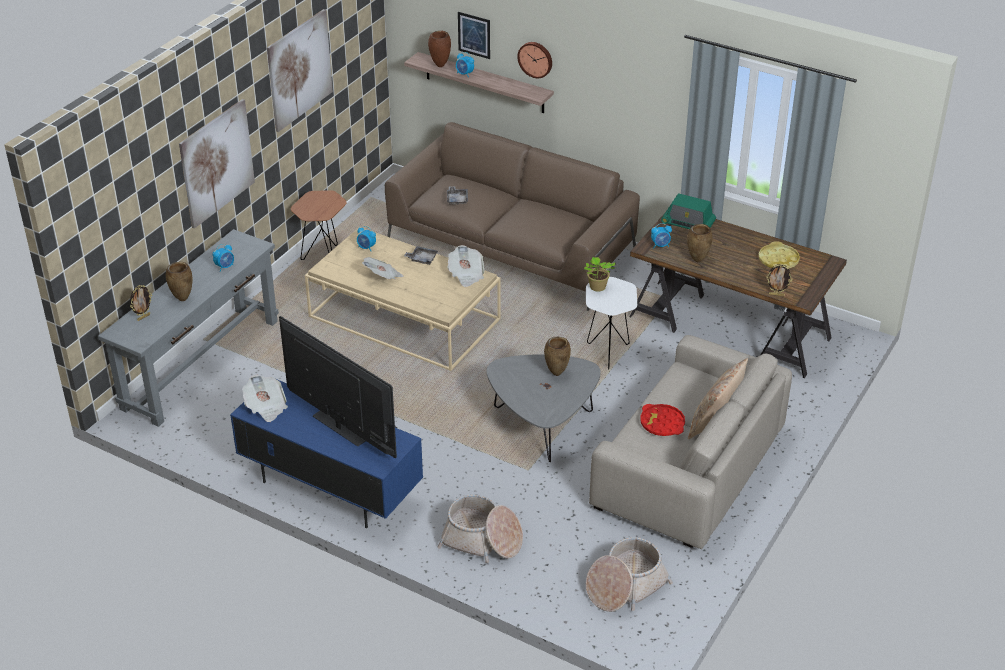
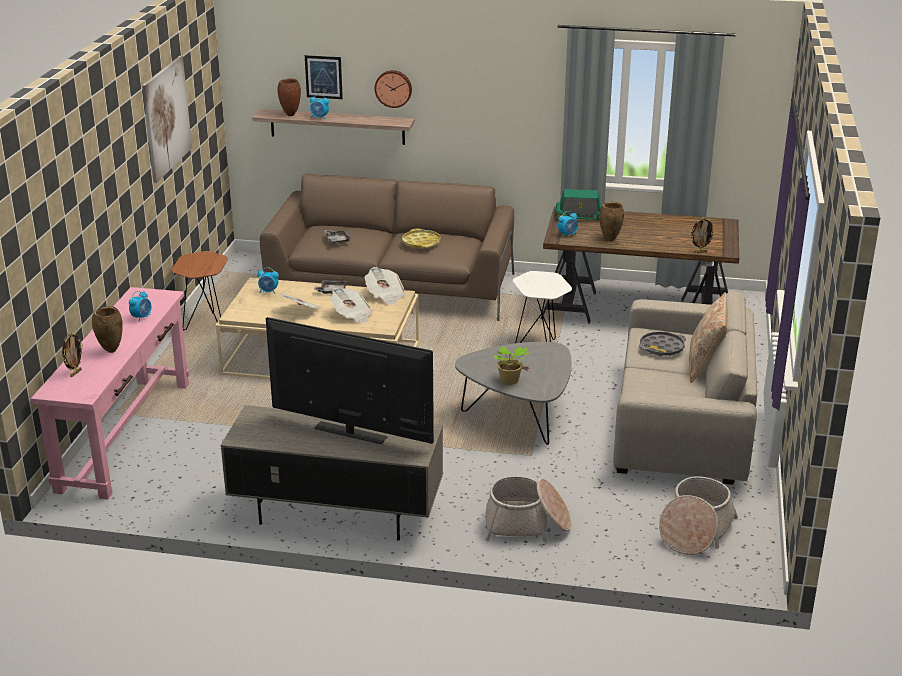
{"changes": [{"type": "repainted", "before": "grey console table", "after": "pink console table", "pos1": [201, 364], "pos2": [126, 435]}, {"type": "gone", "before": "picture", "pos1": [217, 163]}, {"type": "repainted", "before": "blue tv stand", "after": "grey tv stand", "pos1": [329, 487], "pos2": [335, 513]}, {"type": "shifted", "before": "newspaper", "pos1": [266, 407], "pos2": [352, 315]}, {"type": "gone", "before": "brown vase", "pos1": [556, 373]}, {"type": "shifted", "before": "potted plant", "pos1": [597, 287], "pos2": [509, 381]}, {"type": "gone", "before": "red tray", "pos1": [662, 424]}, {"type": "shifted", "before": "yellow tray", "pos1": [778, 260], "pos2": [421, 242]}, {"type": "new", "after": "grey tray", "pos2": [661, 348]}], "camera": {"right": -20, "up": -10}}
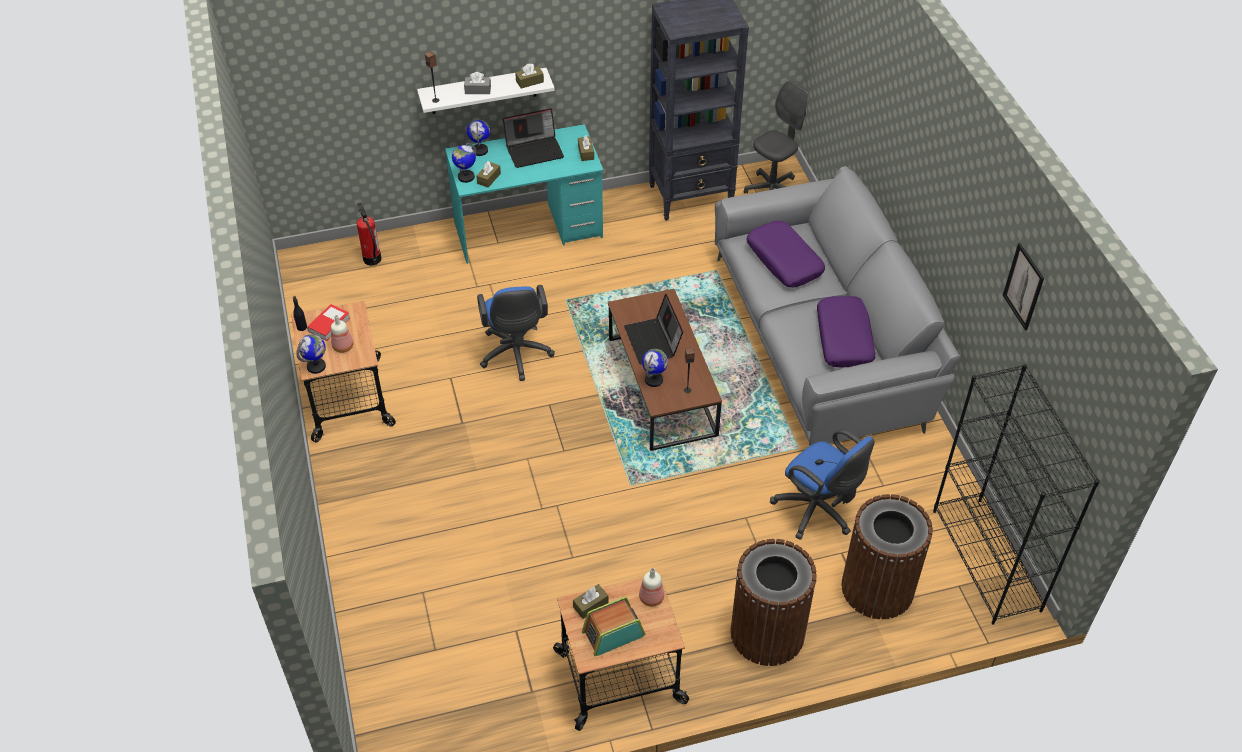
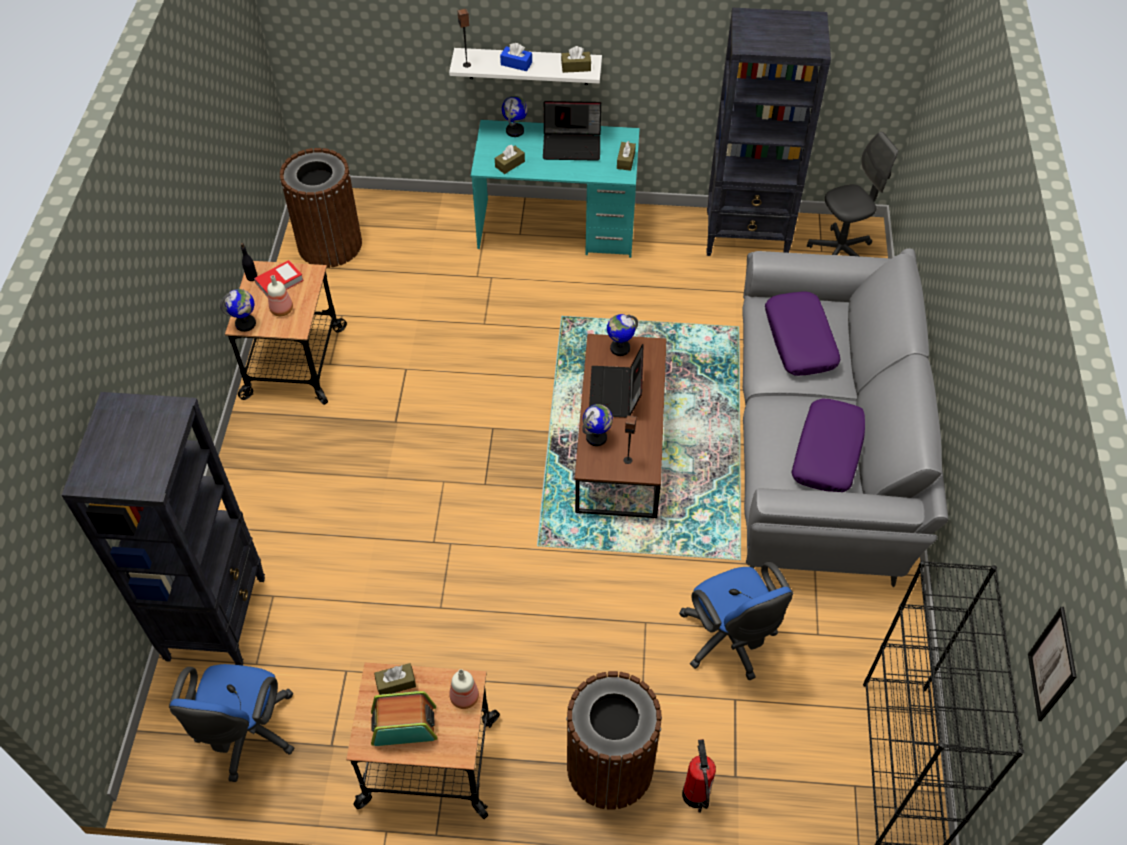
{"changes": [{"type": "shifted", "before": "fire extinguisher", "pos1": [372, 259], "pos2": [695, 795]}, {"type": "shifted", "before": "globe", "pos1": [466, 177], "pos2": [619, 348]}, {"type": "repainted", "before": "grey tissue box", "after": "blue tissue box", "pos1": [478, 90], "pos2": [516, 64]}, {"type": "shifted", "before": "blue office chair", "pos1": [516, 356], "pos2": [246, 736]}, {"type": "shifted", "before": "brown trash can", "pos1": [877, 588], "pos2": [330, 244]}, {"type": "shifted", "before": "picture", "pos1": [1023, 286], "pos2": [1052, 665]}, {"type": "new", "after": "black bookcase", "pos2": [217, 617]}], "camera": {"right": 20, "up": 5}}
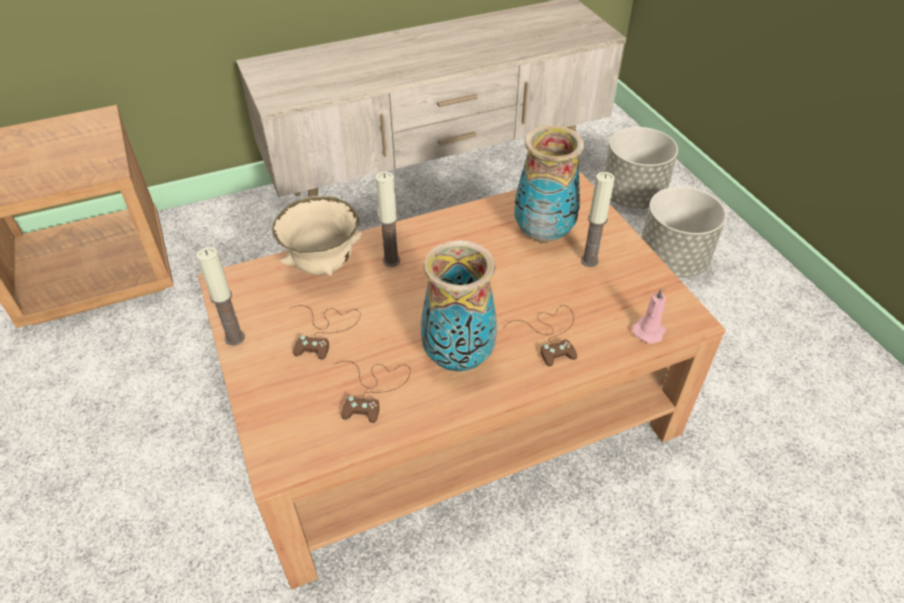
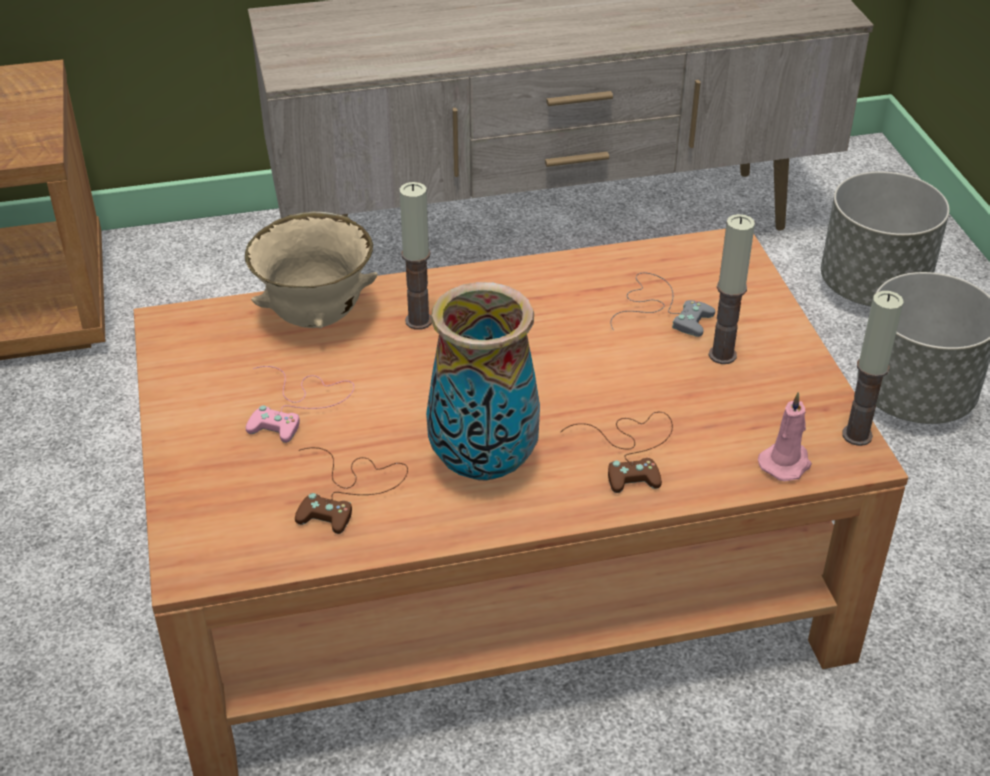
{"changes": [{"type": "shifted", "before": "candle", "pos1": [234, 338], "pos2": [857, 435]}, {"type": "repainted", "before": "brown game controller", "after": "pink game controller", "pos1": [325, 330], "pos2": [299, 405]}, {"type": "swapped", "before": "vase", "after": "grey game controller", "pos1": [542, 233], "pos2": [660, 308]}], "camera": {"right": 10, "up": -5}}
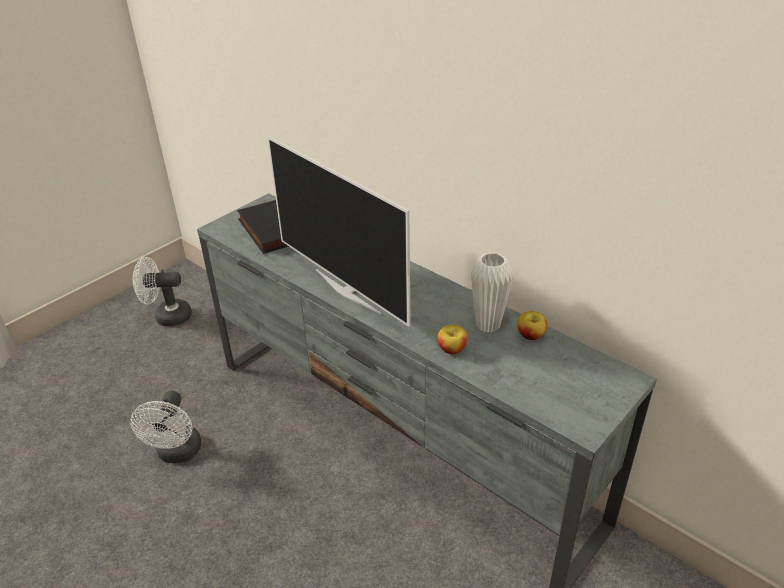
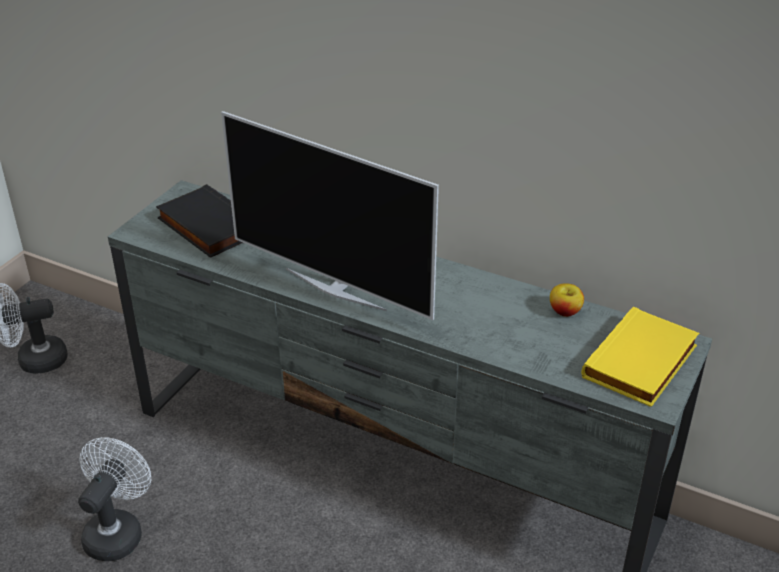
{"changes": [{"type": "rotated", "before": "white fan", "pos1": [178, 453], "pos2": [117, 531], "turn": -150}, {"type": "gone", "before": "apple", "pos1": [452, 349]}, {"type": "gone", "before": "white vase", "pos1": [488, 325]}, {"type": "new", "after": "yellow book", "pos2": [642, 363]}], "camera": {"right": -15, "up": 0}}
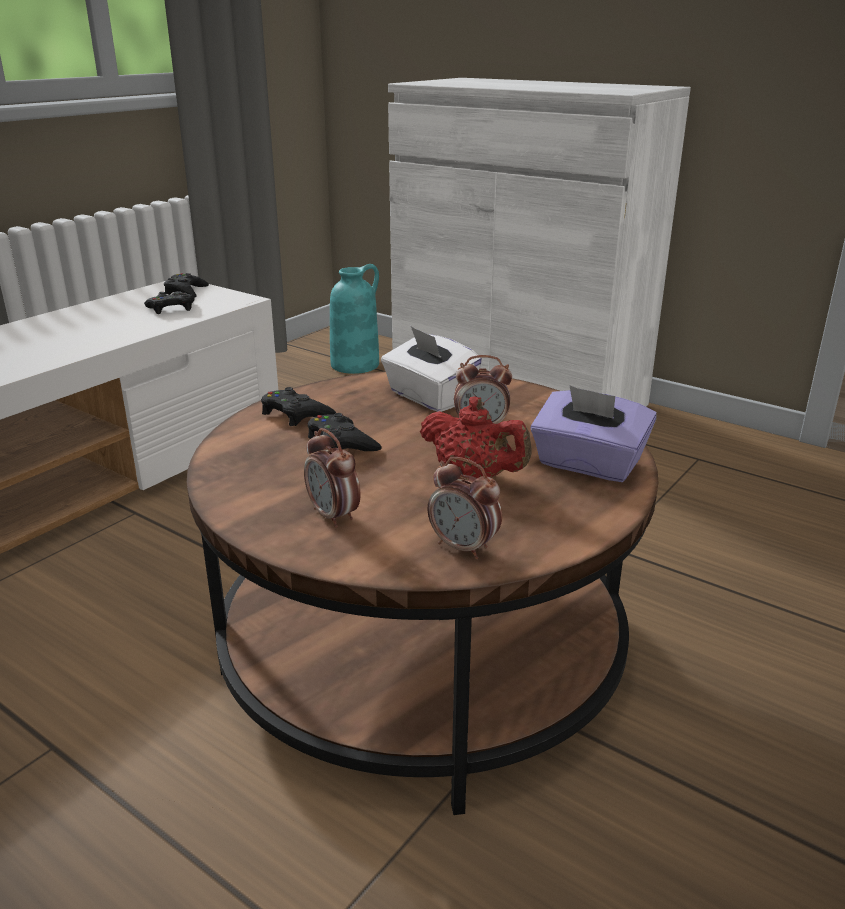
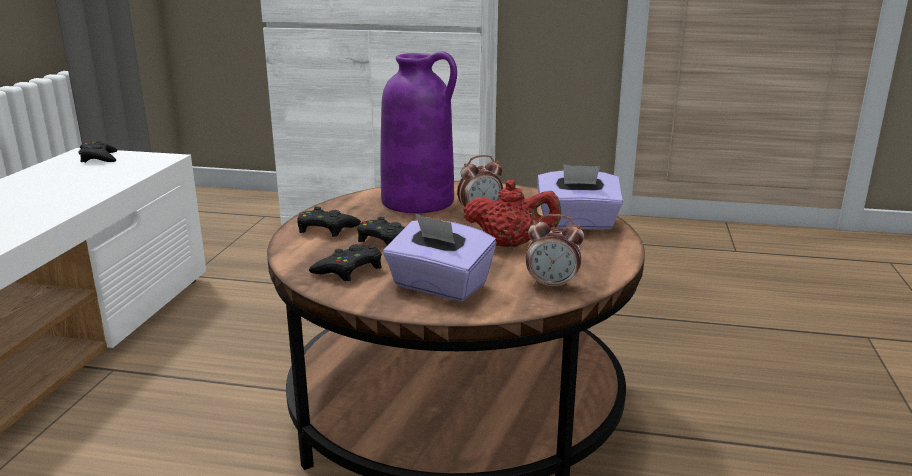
{"changes": [{"type": "shifted", "before": "black game controller", "pos1": [171, 309], "pos2": [349, 269]}, {"type": "swapped", "before": "alarm clock", "after": "purple tissue box", "pos1": [334, 516], "pos2": [439, 286]}, {"type": "gone", "before": "turquoise vase", "pos1": [355, 365]}, {"type": "swapped", "before": "white tissue box", "after": "purple vase", "pos1": [429, 397], "pos2": [419, 201]}], "camera": {"right": -25, "up": -5}}
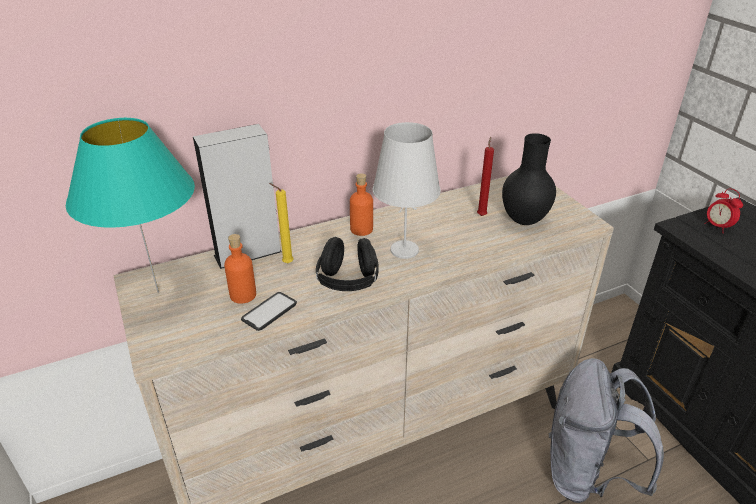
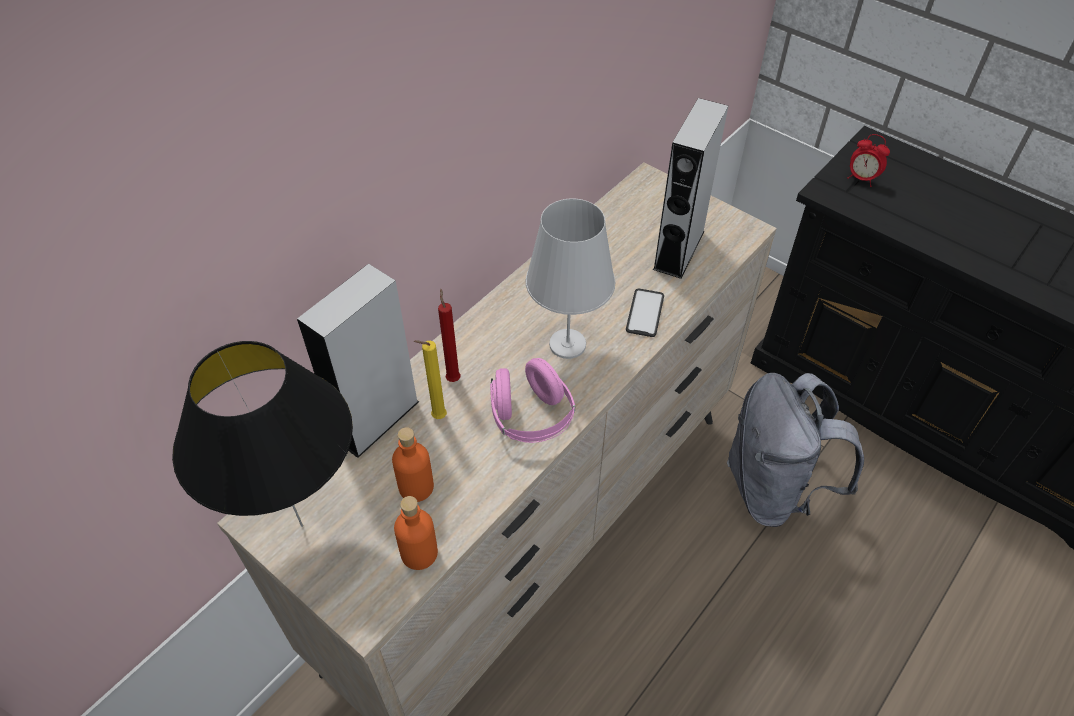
{"changes": [{"type": "repainted", "before": "turquoise table lamp", "after": "black table lamp", "pos1": [158, 292], "pos2": [302, 525]}, {"type": "shifted", "before": "phone", "pos1": [269, 311], "pos2": [645, 313]}, {"type": "repainted", "before": "black headphones", "after": "pink headphones", "pos1": [348, 281], "pos2": [531, 417]}, {"type": "shifted", "before": "orange bottle", "pos1": [361, 229], "pos2": [419, 553]}, {"type": "shifted", "before": "red candle", "pos1": [481, 215], "pos2": [453, 378]}, {"type": "swapped", "before": "black vase", "after": "grey speaker", "pos1": [525, 221], "pos2": [679, 250]}], "camera": {"right": -25, "up": 15}}
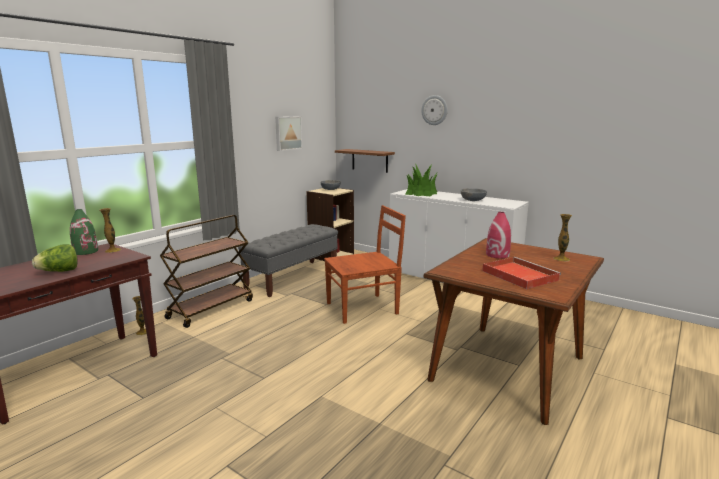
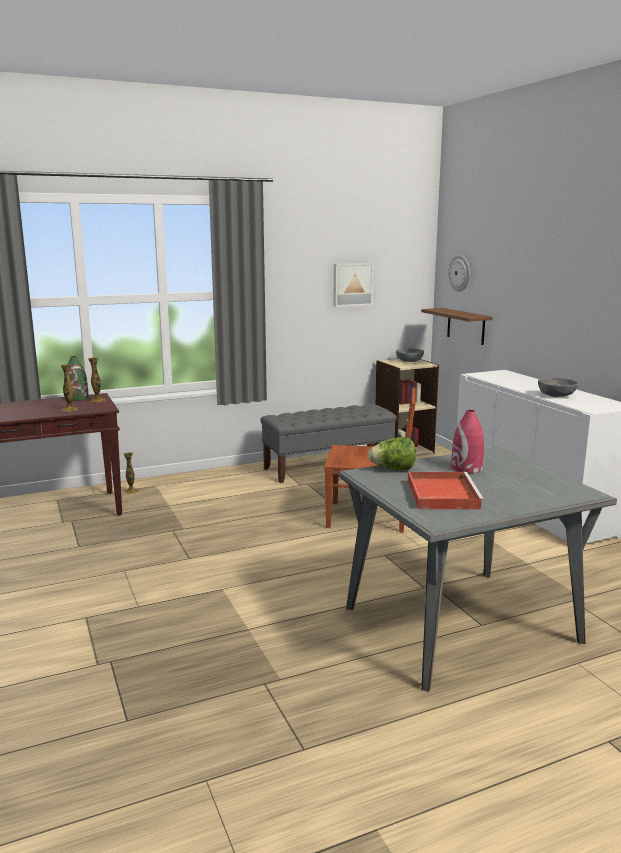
{"changes": [{"type": "shifted", "before": "lettuce", "pos1": [59, 271], "pos2": [393, 469]}, {"type": "gone", "before": "brown cart", "pos1": [211, 309]}, {"type": "gone", "before": "potted plant", "pos1": [421, 193]}, {"type": "shifted", "before": "wall clock", "pos1": [434, 110], "pos2": [460, 273]}, {"type": "repainted", "before": "brown dining table", "after": "grey dining table", "pos1": [508, 368], "pos2": [461, 624]}, {"type": "shifted", "before": "vase", "pos1": [561, 259], "pos2": [69, 409]}], "camera": {"right": 30, "up": 0}}
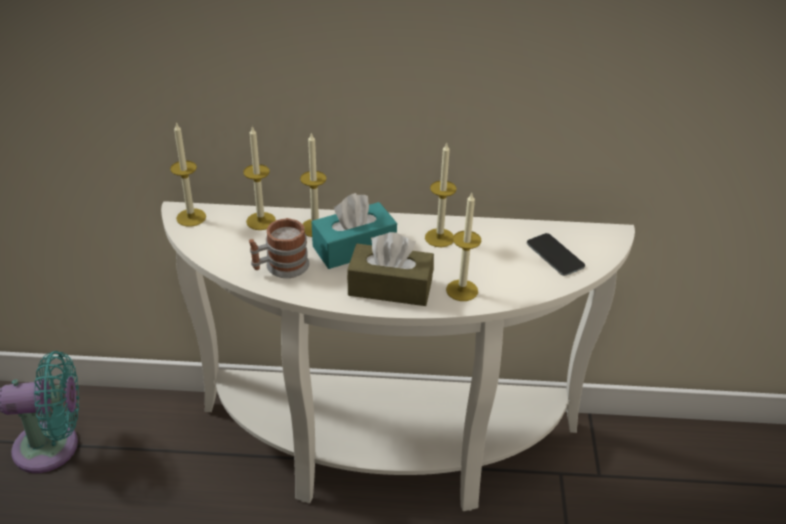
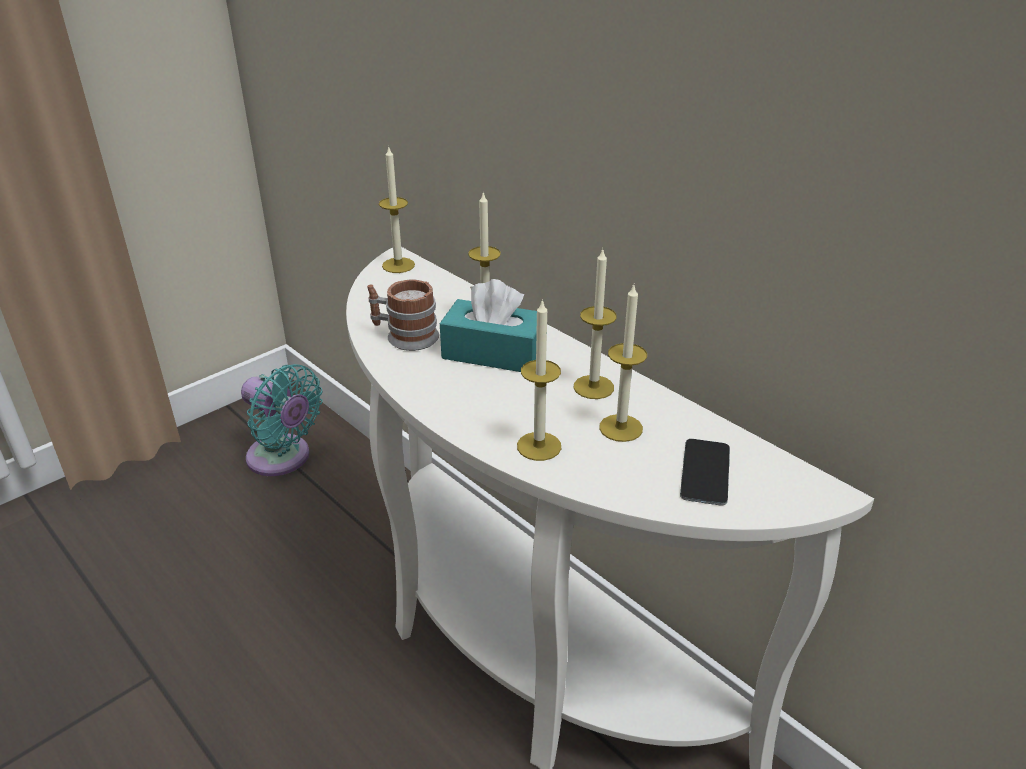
{"changes": [{"type": "shifted", "before": "candle", "pos1": [261, 221], "pos2": [621, 428]}, {"type": "gone", "before": "brown tissue box", "pos1": [390, 287]}], "camera": {"right": 45, "up": -5}}
